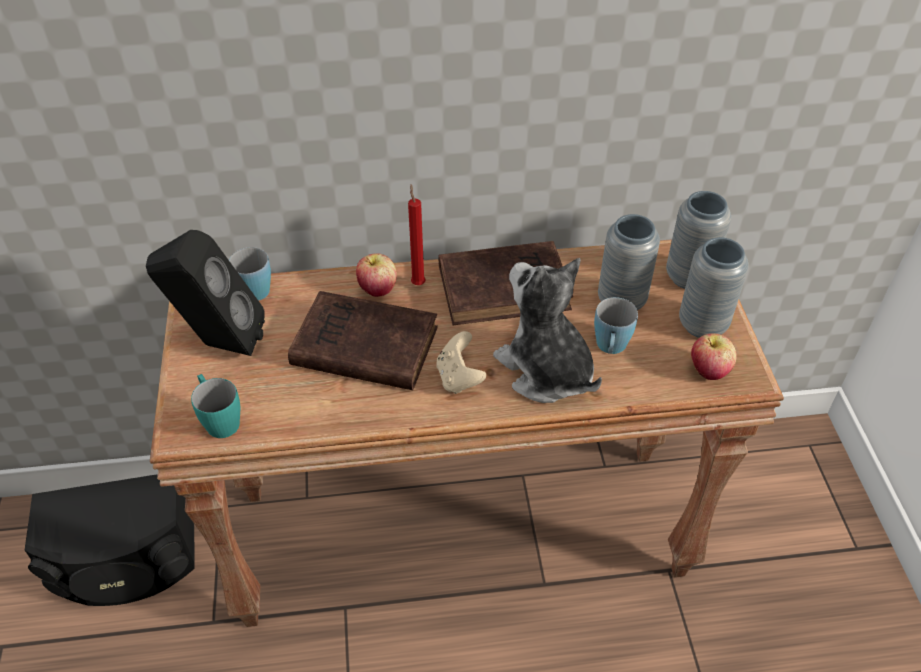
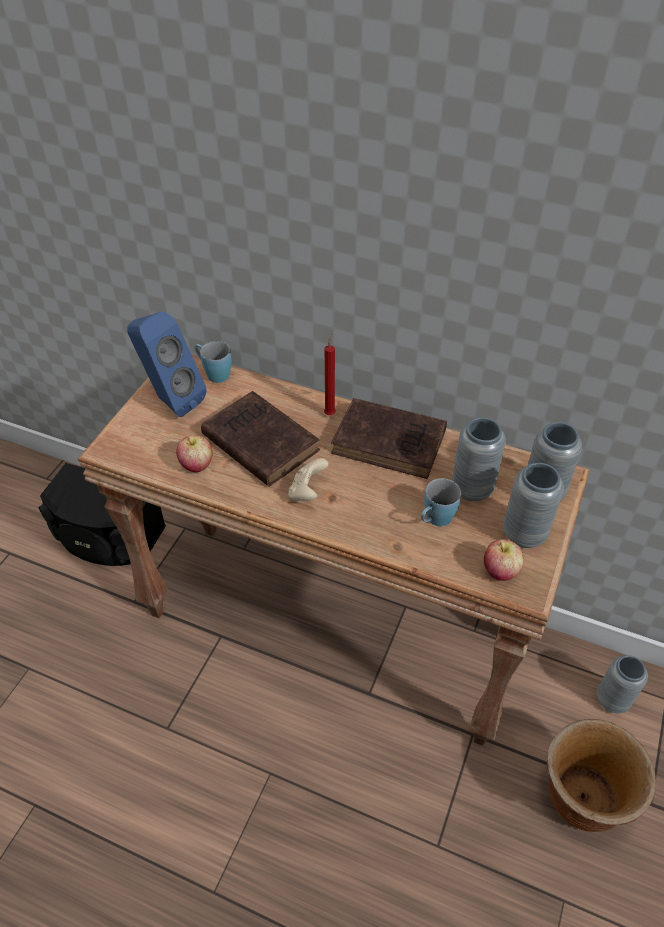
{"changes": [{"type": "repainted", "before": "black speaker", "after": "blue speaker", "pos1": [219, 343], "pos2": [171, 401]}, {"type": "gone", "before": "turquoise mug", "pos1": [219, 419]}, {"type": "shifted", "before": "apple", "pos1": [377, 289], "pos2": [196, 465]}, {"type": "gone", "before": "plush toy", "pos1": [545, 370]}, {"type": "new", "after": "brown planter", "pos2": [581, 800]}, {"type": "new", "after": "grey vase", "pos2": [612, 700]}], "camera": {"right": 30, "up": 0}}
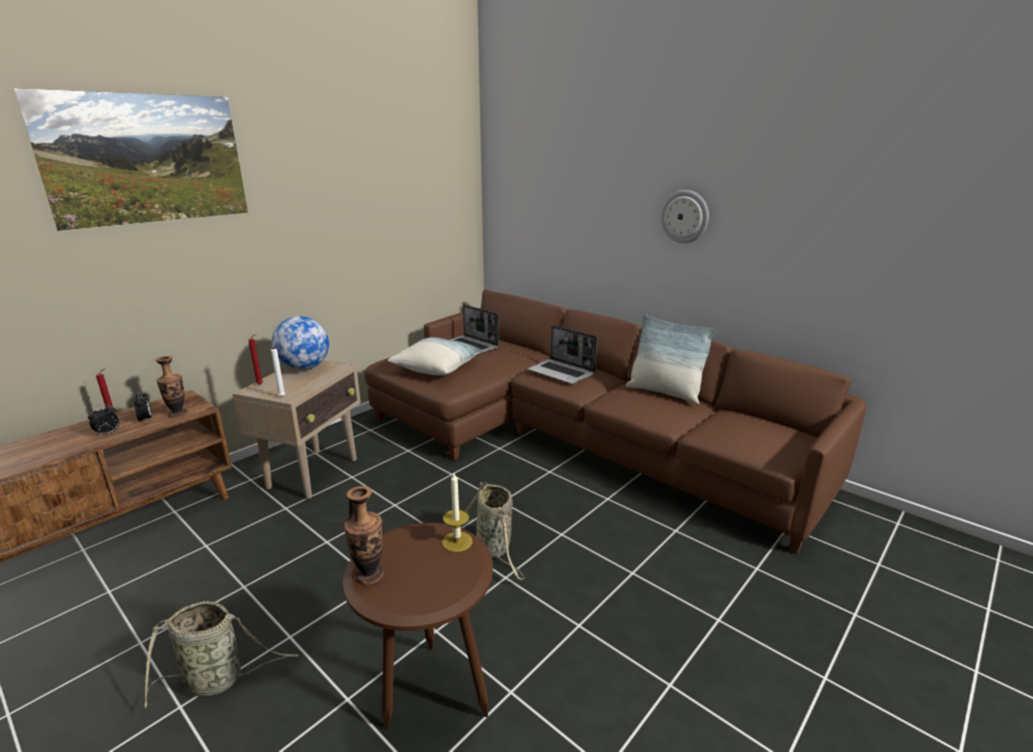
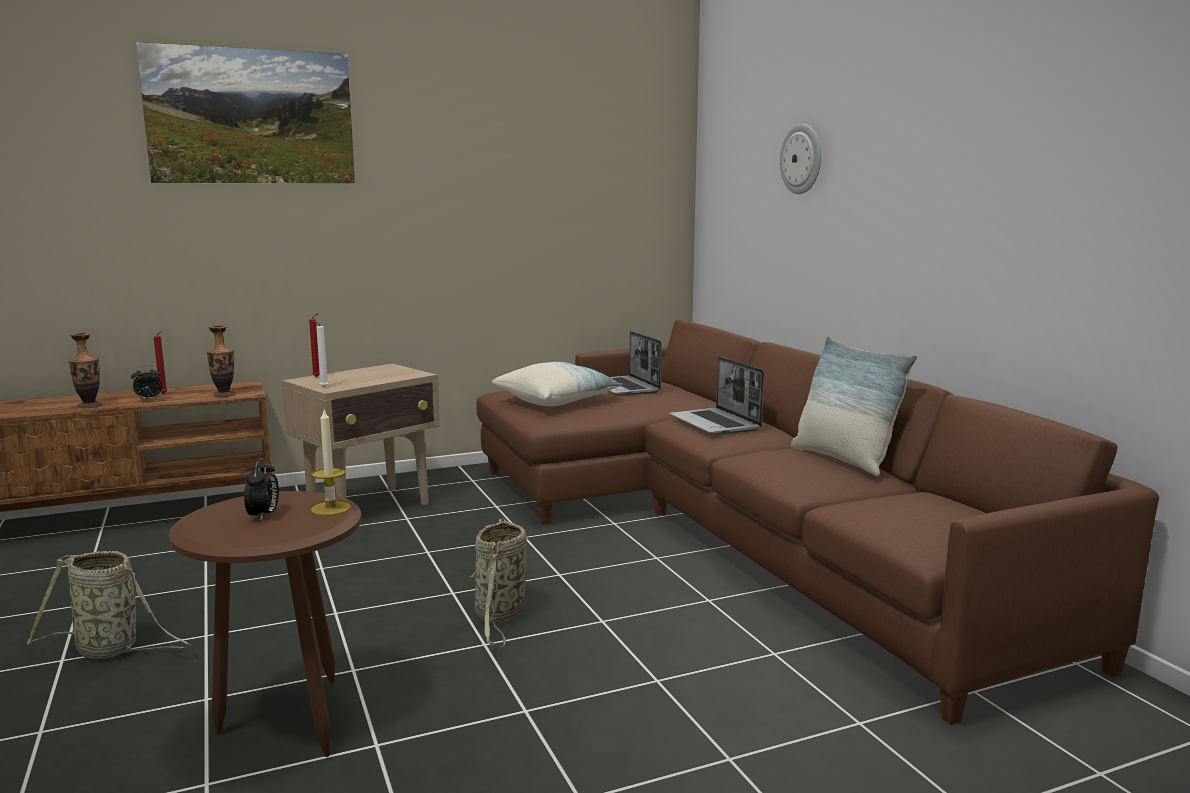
{"changes": [{"type": "shifted", "before": "alarm clock", "pos1": [146, 419], "pos2": [264, 516]}, {"type": "gone", "before": "globe", "pos1": [304, 368]}, {"type": "shifted", "before": "vase", "pos1": [369, 575], "pos2": [89, 406]}, {"type": "shifted", "before": "wall clock", "pos1": [685, 216], "pos2": [802, 159]}], "camera": {"right": 25, "up": -10}}
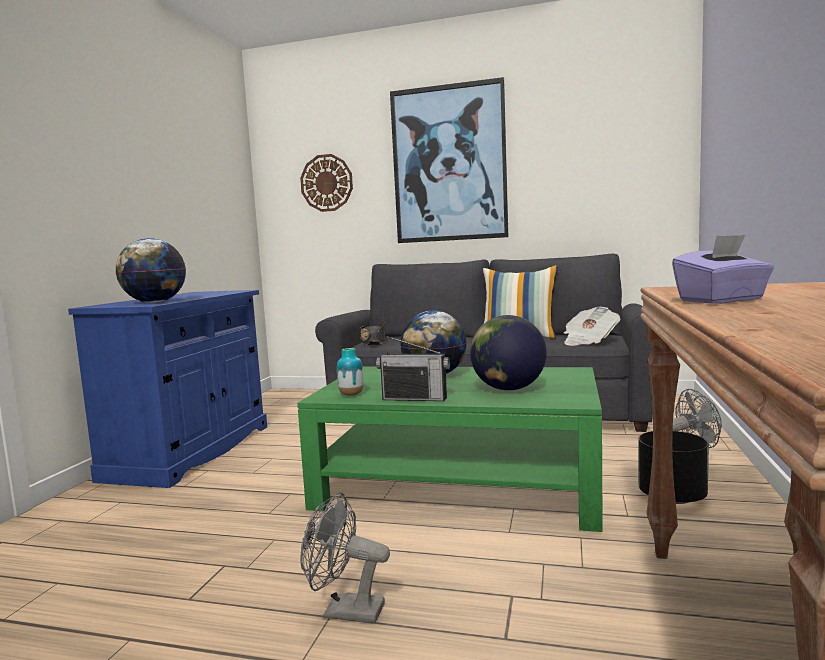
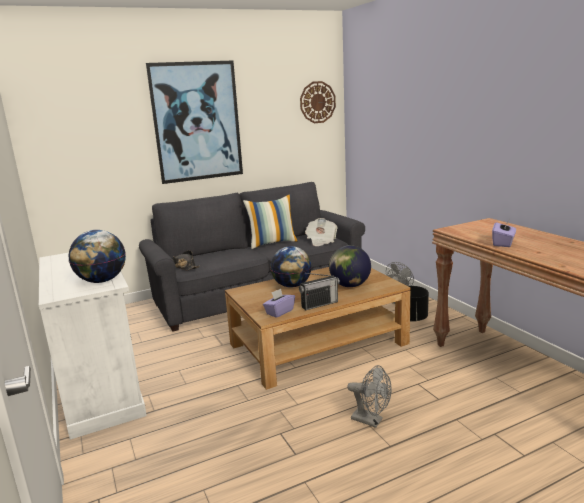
{"changes": [{"type": "repainted", "before": "blue cabinet", "after": "white cabinet", "pos1": [191, 451], "pos2": [102, 389]}, {"type": "repainted", "before": "green coffee table", "after": "brown coffee table", "pos1": [461, 483], "pos2": [318, 344]}, {"type": "shifted", "before": "wall clock", "pos1": [326, 183], "pos2": [317, 102]}, {"type": "rotated", "before": "grey fan", "pos1": [344, 611], "pos2": [371, 420], "turn": -120}, {"type": "swapped", "before": "vase", "after": "purple tissue box", "pos1": [351, 395], "pos2": [279, 312]}], "camera": {"right": -40, "up": 10}}
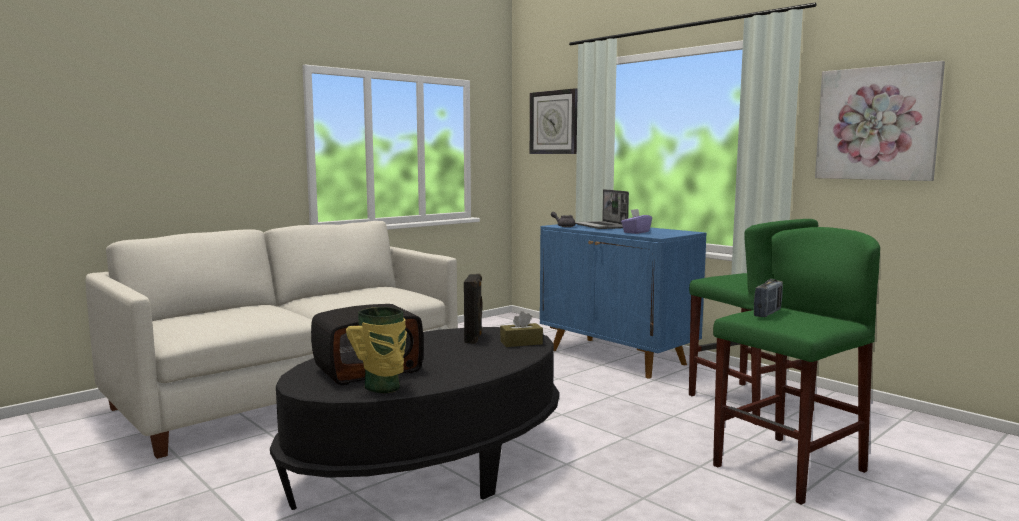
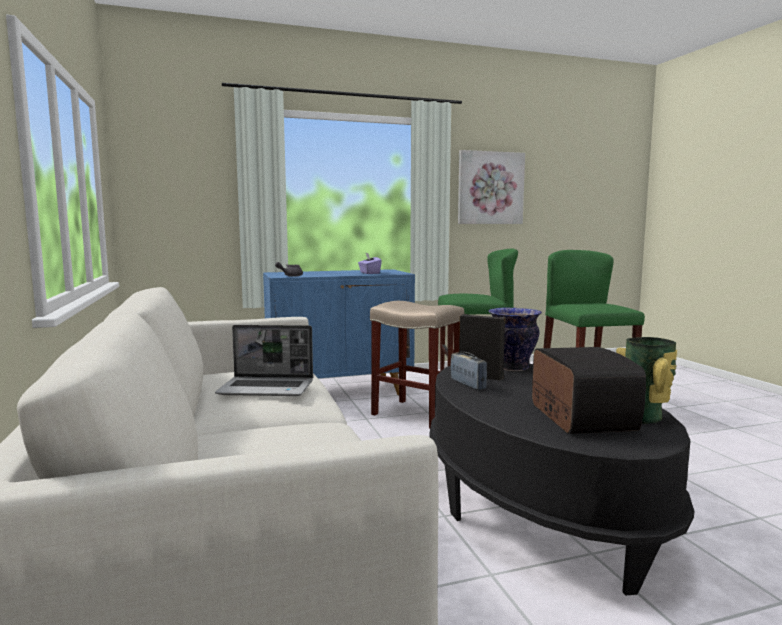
{"changes": [{"type": "swapped", "before": "brown tissue box", "after": "vase", "pos1": [521, 343], "pos2": [512, 367]}, {"type": "gone", "before": "wall clock", "pos1": [554, 122]}, {"type": "shifted", "before": "laptop", "pos1": [601, 226], "pos2": [268, 388]}, {"type": "shifted", "before": "radio", "pos1": [767, 313], "pos2": [468, 384]}, {"type": "new", "after": "beige stool", "pos2": [417, 414]}], "camera": {"right": -65, "up": 0}}
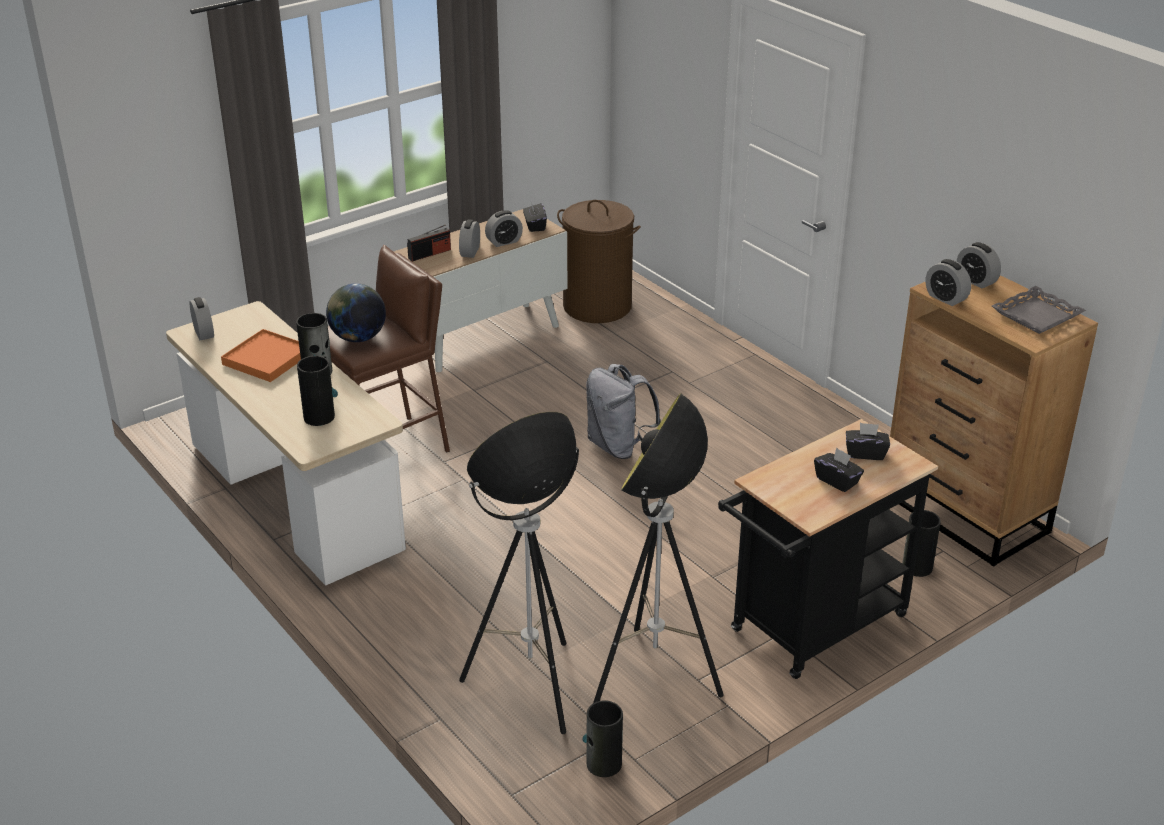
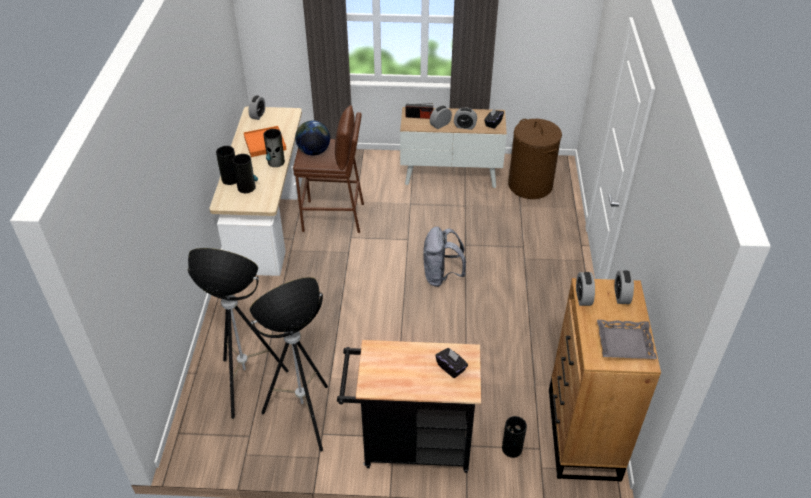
{"changes": [{"type": "shifted", "before": "vase", "pos1": [603, 764], "pos2": [230, 179]}, {"type": "gone", "before": "black tissue box", "pos1": [837, 481]}], "camera": {"right": 40, "up": 10}}
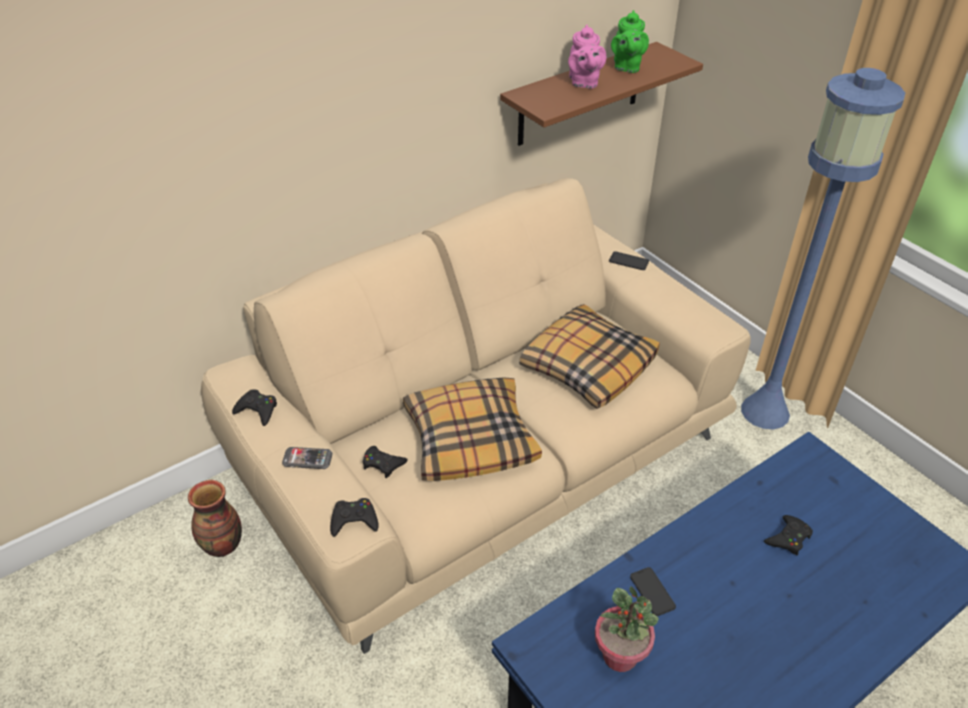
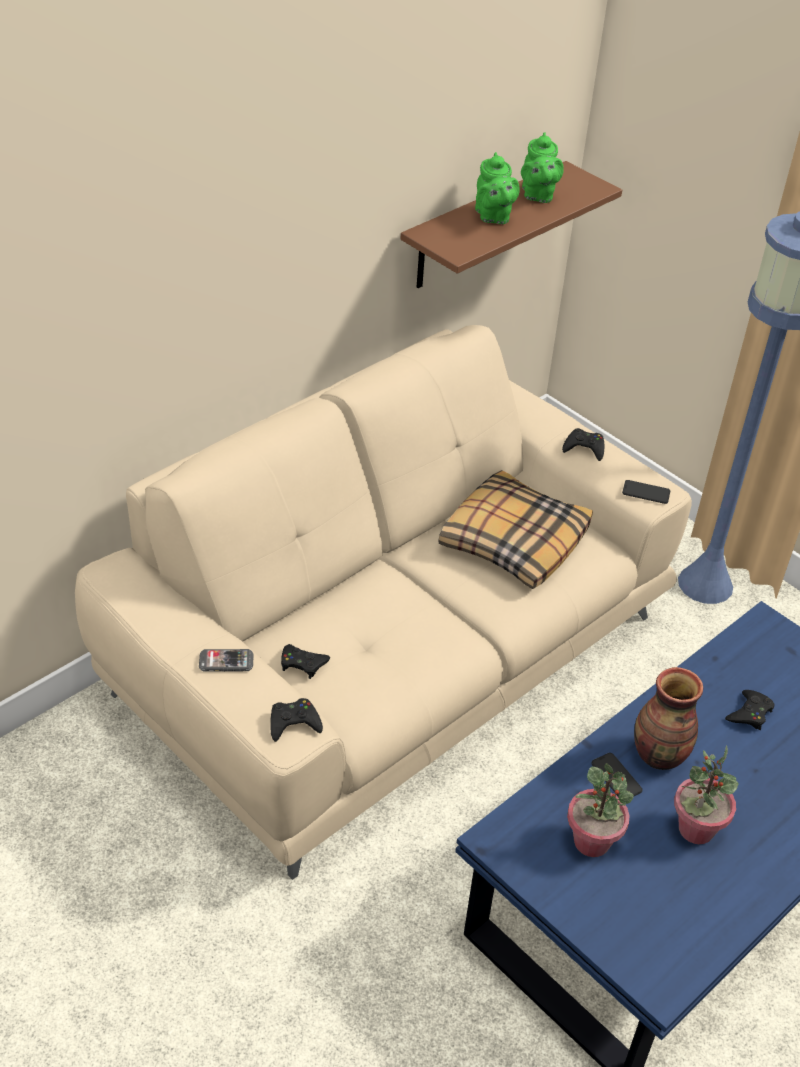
{"changes": [{"type": "shifted", "before": "vase", "pos1": [222, 546], "pos2": [659, 756]}, {"type": "shifted", "before": "black game controller", "pos1": [257, 410], "pos2": [584, 448]}, {"type": "gone", "before": "pillow", "pos1": [470, 439]}, {"type": "repainted", "before": "pink teapot", "after": "green teapot", "pos1": [584, 83], "pos2": [493, 217]}, {"type": "shifted", "before": "phone", "pos1": [628, 261], "pos2": [646, 492]}, {"type": "new", "after": "potted plant", "pos2": [695, 829]}], "camera": {"right": -10, "up": 0}}
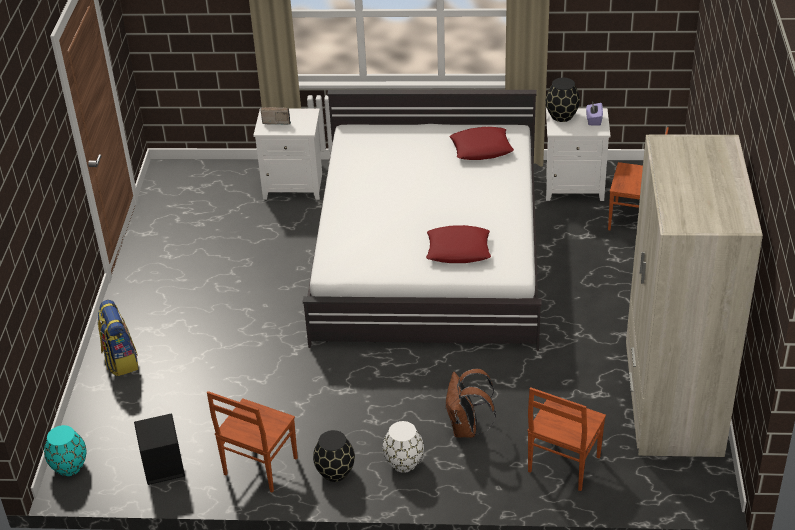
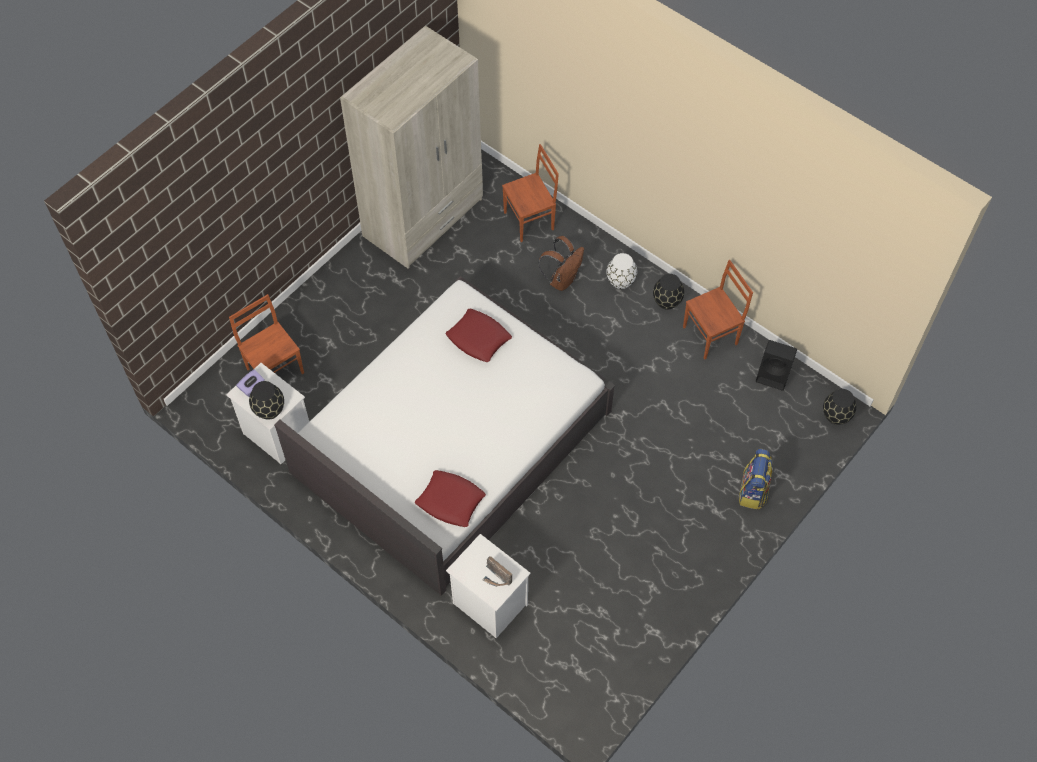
{"changes": [{"type": "repainted", "before": "turquoise vase", "after": "black vase", "pos1": [70, 466], "pos2": [835, 415]}, {"type": "shifted", "before": "red pillow", "pos1": [481, 148], "pos2": [450, 501]}], "camera": {"right": -145, "up": 20}}
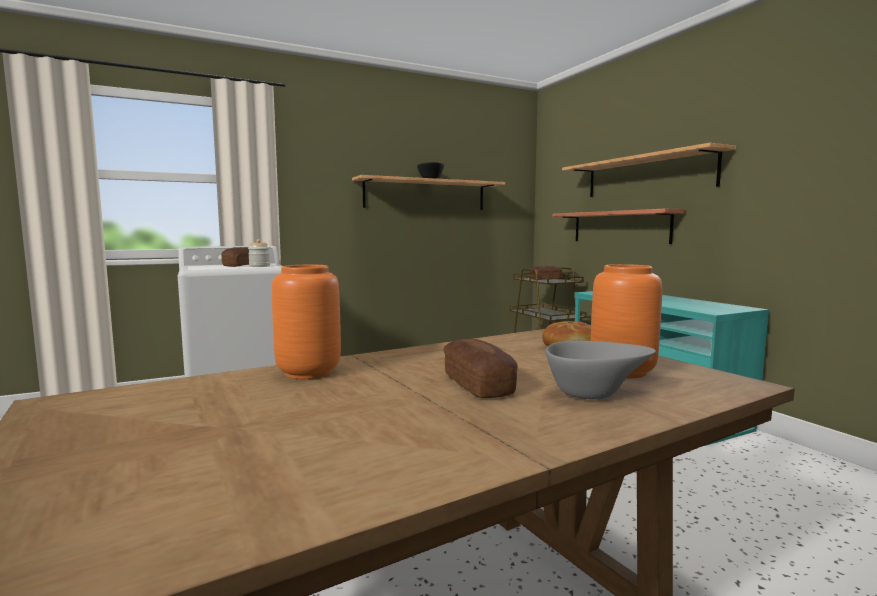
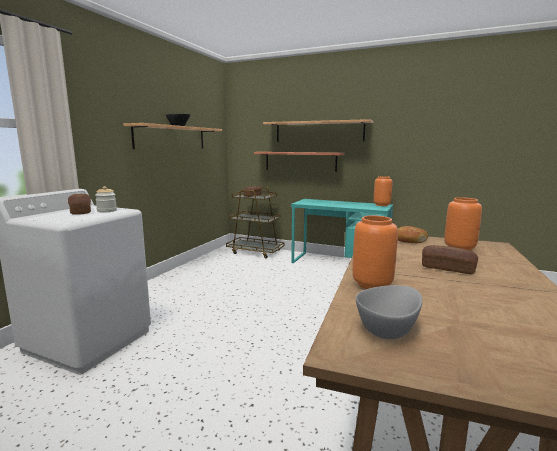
{"changes": [{"type": "shifted", "before": "grey bowl", "pos1": [595, 393], "pos2": [388, 329]}, {"type": "new", "after": "orange vase", "pos2": [382, 205]}], "camera": {"right": -40, "up": 5}}
